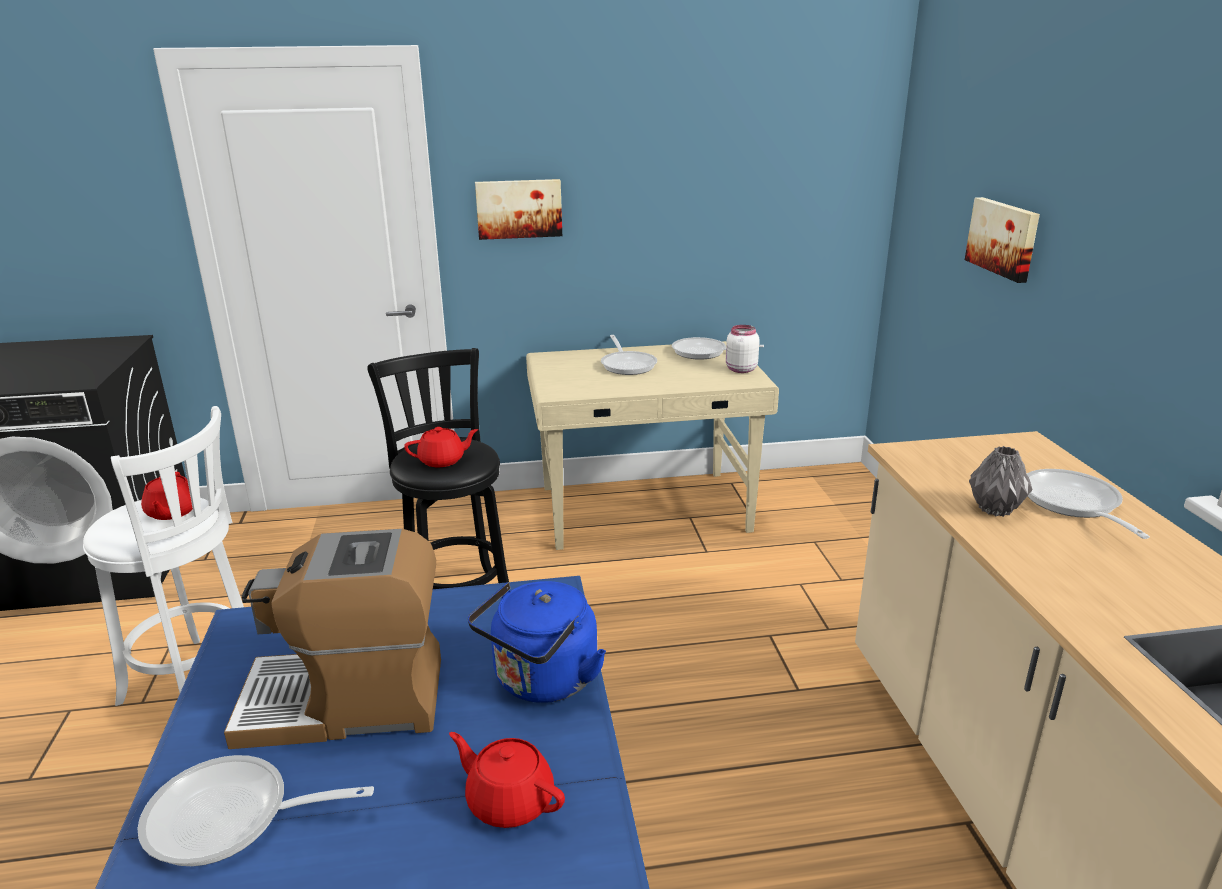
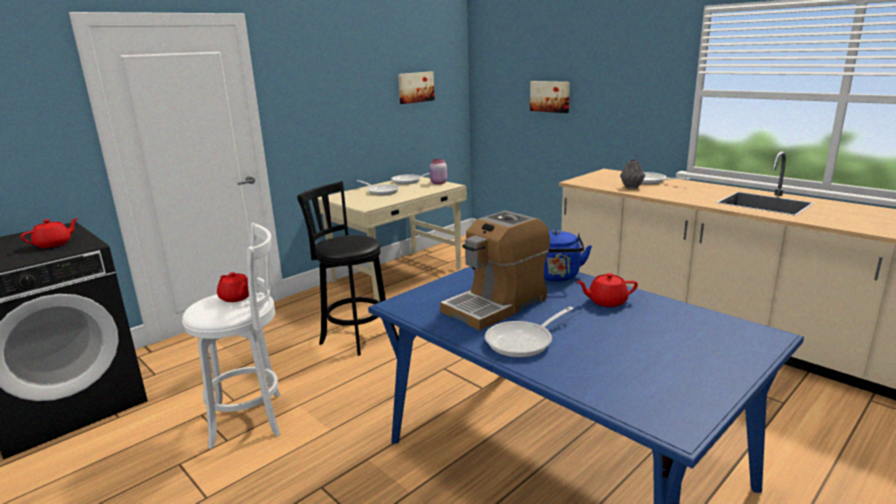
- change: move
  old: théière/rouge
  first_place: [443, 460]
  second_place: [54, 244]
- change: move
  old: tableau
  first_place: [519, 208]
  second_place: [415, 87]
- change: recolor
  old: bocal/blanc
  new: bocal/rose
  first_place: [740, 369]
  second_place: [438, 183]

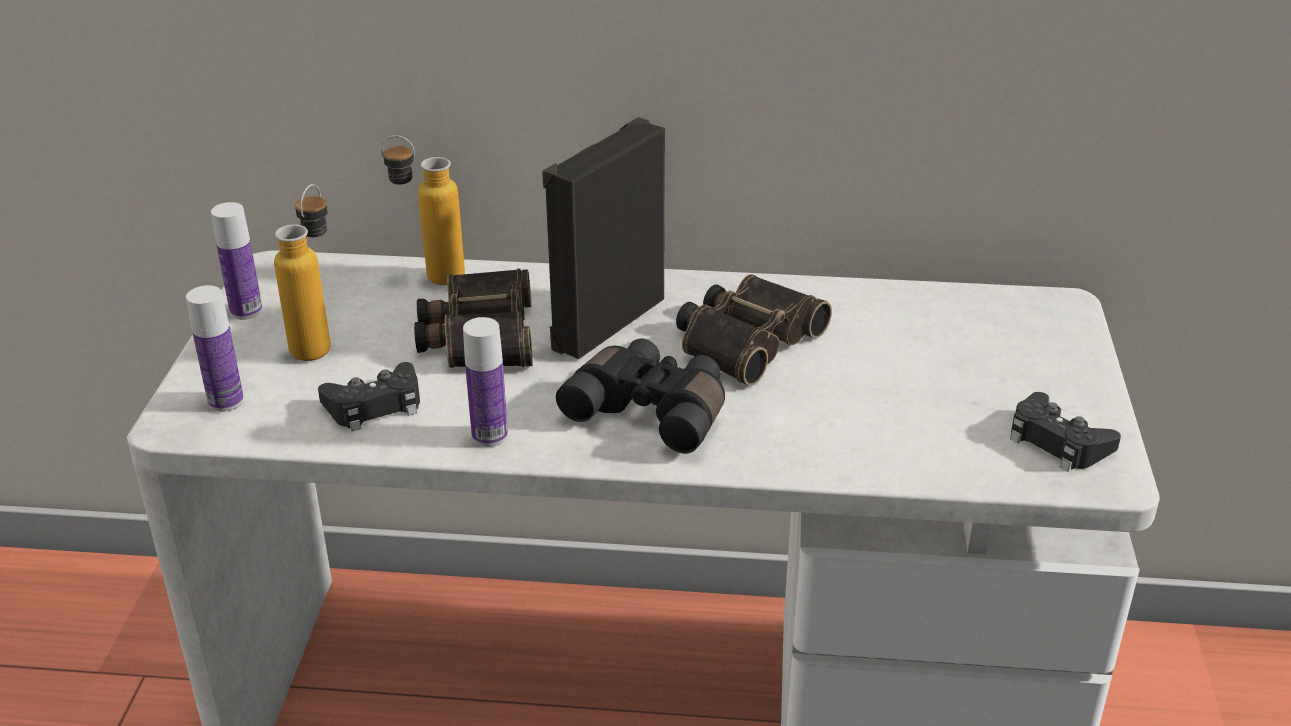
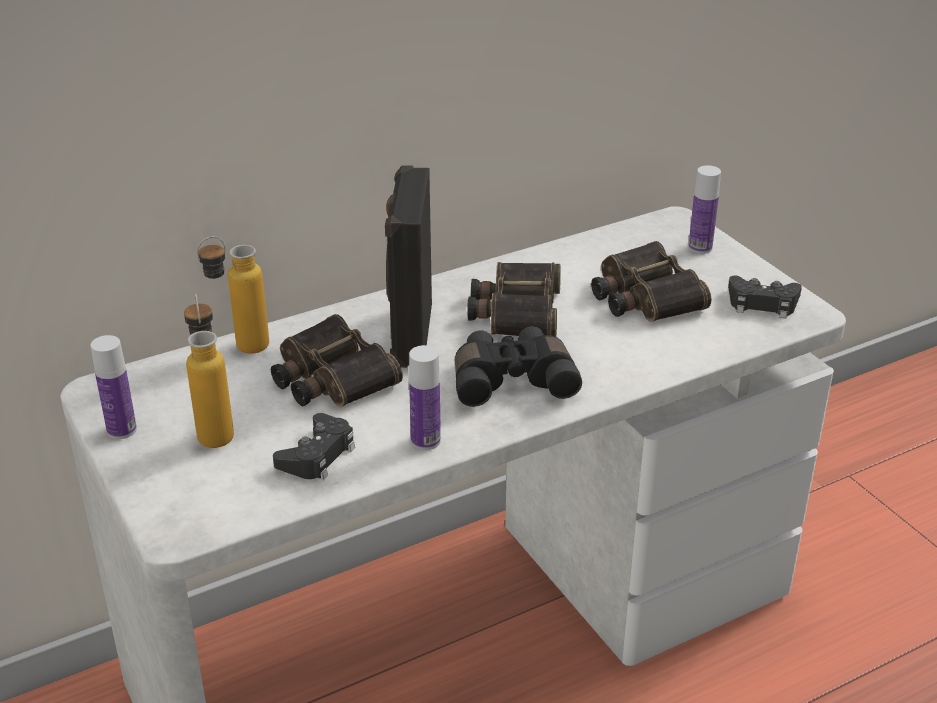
- change: insert
  new: jumelles
  second_place: [643, 296]
- change: move
  old: bouteille
  first_place: [226, 401]
  second_place: [700, 247]

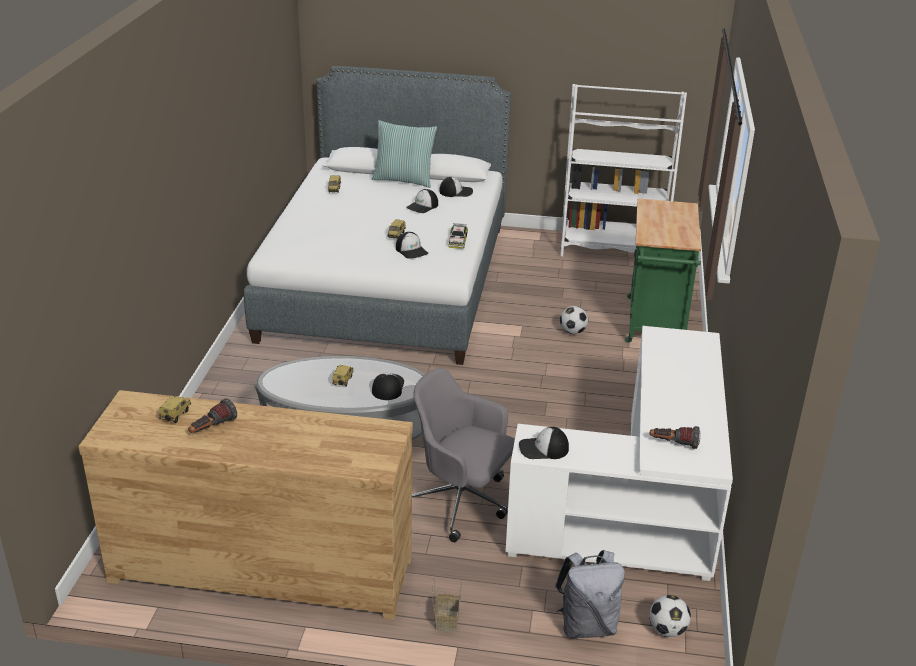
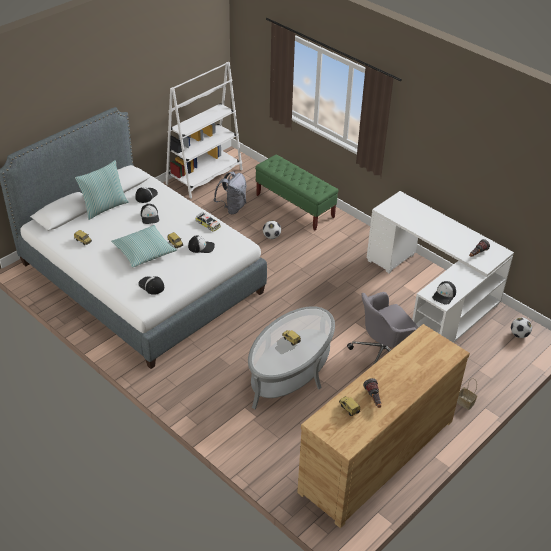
- change: insert
  new: coussin
  second_place: [144, 251]
- change: move
  old: casquette
  first_place: [387, 387]
  second_place: [151, 286]
- change: move
  old: sac à dos/gris
  first_place: [587, 625]
  second_place: [232, 208]
- change: replace
  old: chariot/vert
  new: banc/vert
  first_place: [655, 326]
  second_place: [295, 206]

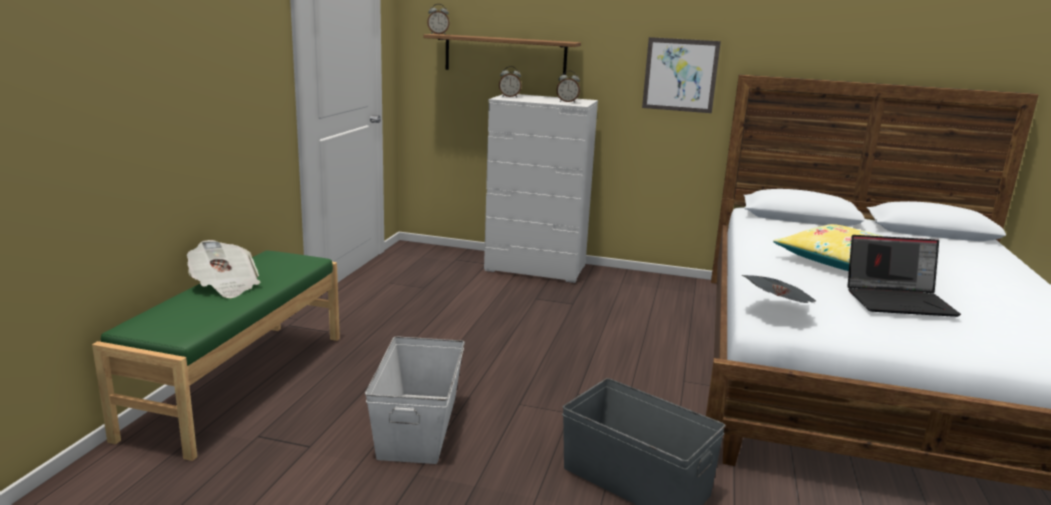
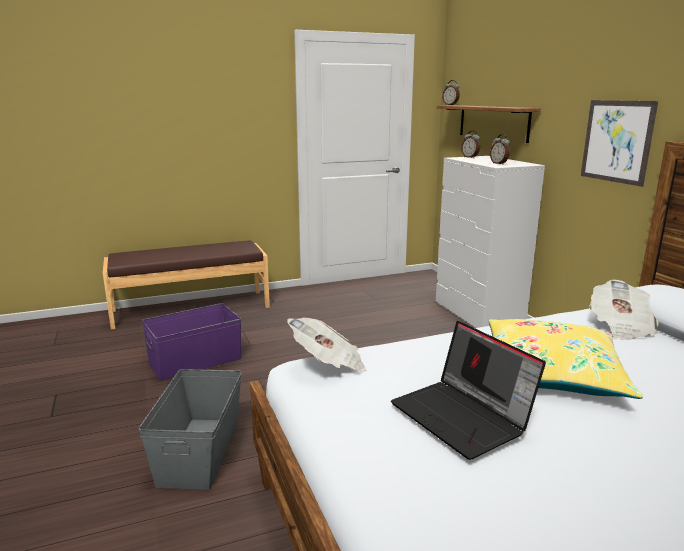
- change: recolor
  old: banc/vert
  new: banc/marron
  first_place: [239, 383]
  second_place: [191, 308]
- change: recolor
  old: boîte de rangement/blanc
  new: boîte de rangement/violet
  first_place: [419, 426]
  second_place: [196, 361]
- change: move
  old: journal
  first_place: [225, 286]
  second_place: [621, 327]

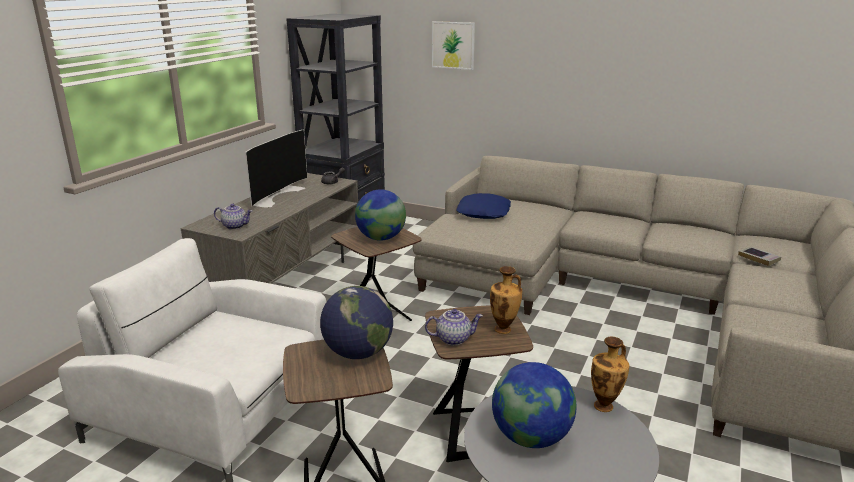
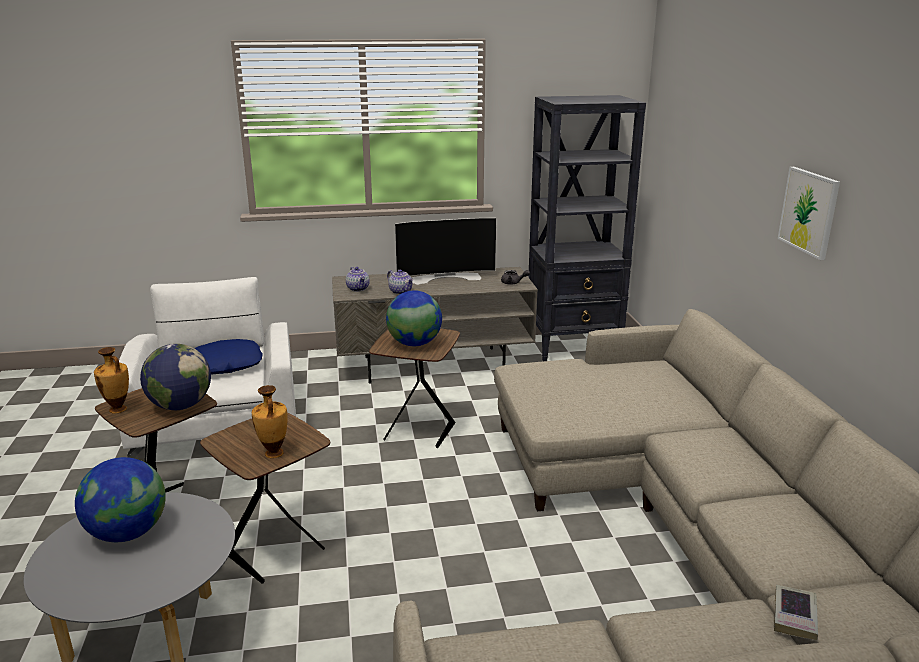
- change: move
  old: vase
  first_place: [605, 406]
  second_place: [118, 410]
- change: move
  old: coussin/bleu
  first_place: [484, 212]
  second_place: [226, 365]
- change: move
  old: théière
  first_place: [453, 339]
  second_place: [401, 292]
- change: move
  old: tableau
  first_place: [453, 45]
  second_place: [809, 212]

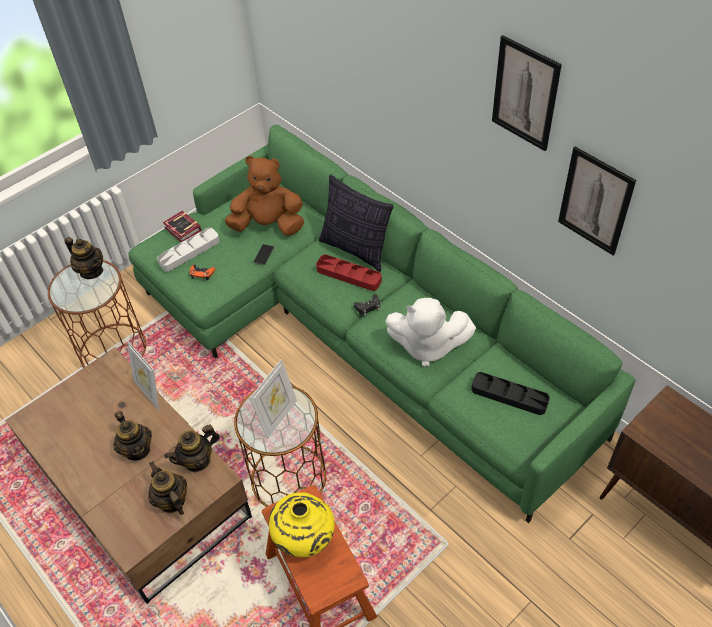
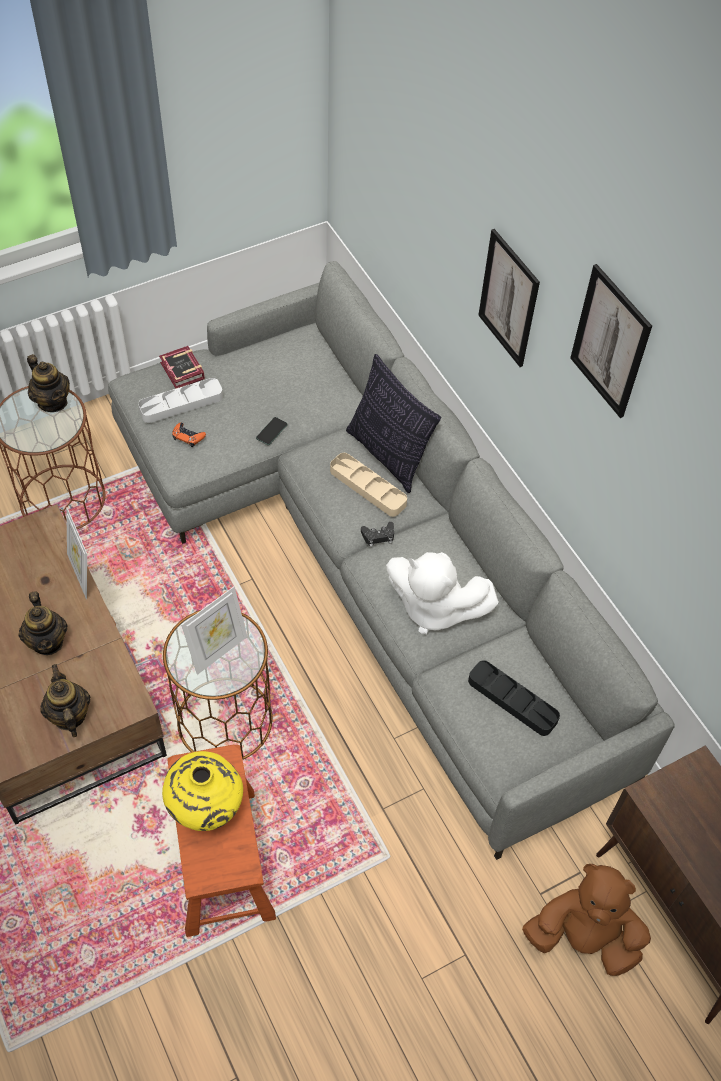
- change: recolor
  old: canapé/vert
  new: canapé/gris
  first_place: [359, 333]
  second_place: [370, 558]
- change: recolor
  old: plateau/rouge
  new: plateau/beige
  first_place: [349, 275]
  second_place: [368, 487]
- change: move
  old: tableau
  first_place: [595, 201]
  second_place: [508, 299]
- change: move
  old: peluche/marron
  first_place: [269, 225]
  second_place: [583, 937]
- change: delete
  old: théière
  first_place: [197, 460]

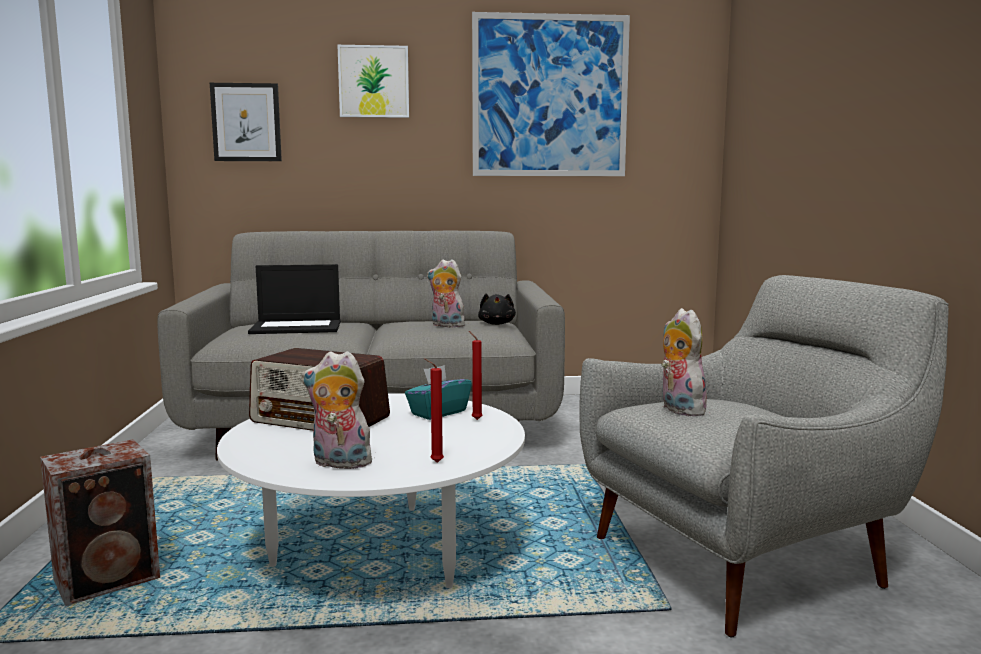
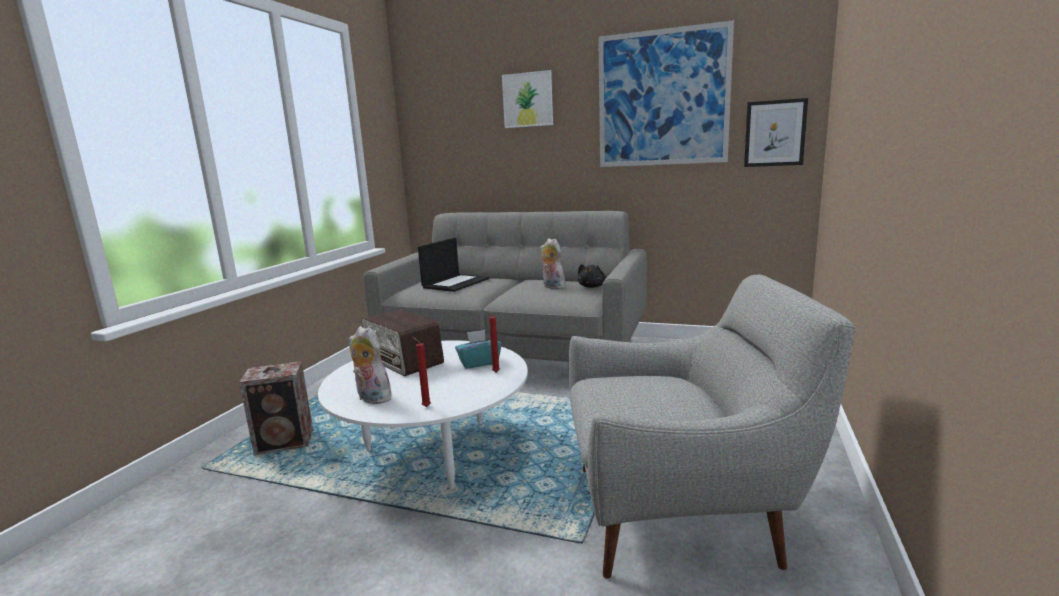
- change: rotate
  old: ordinateur portable
  first_place: [297, 327]
  second_place: [456, 283]
  degrees: -75
- change: move
  old: tableau
  first_place: [246, 122]
  second_place: [774, 133]
- change: delete
  old: peluche
  first_place: [678, 409]

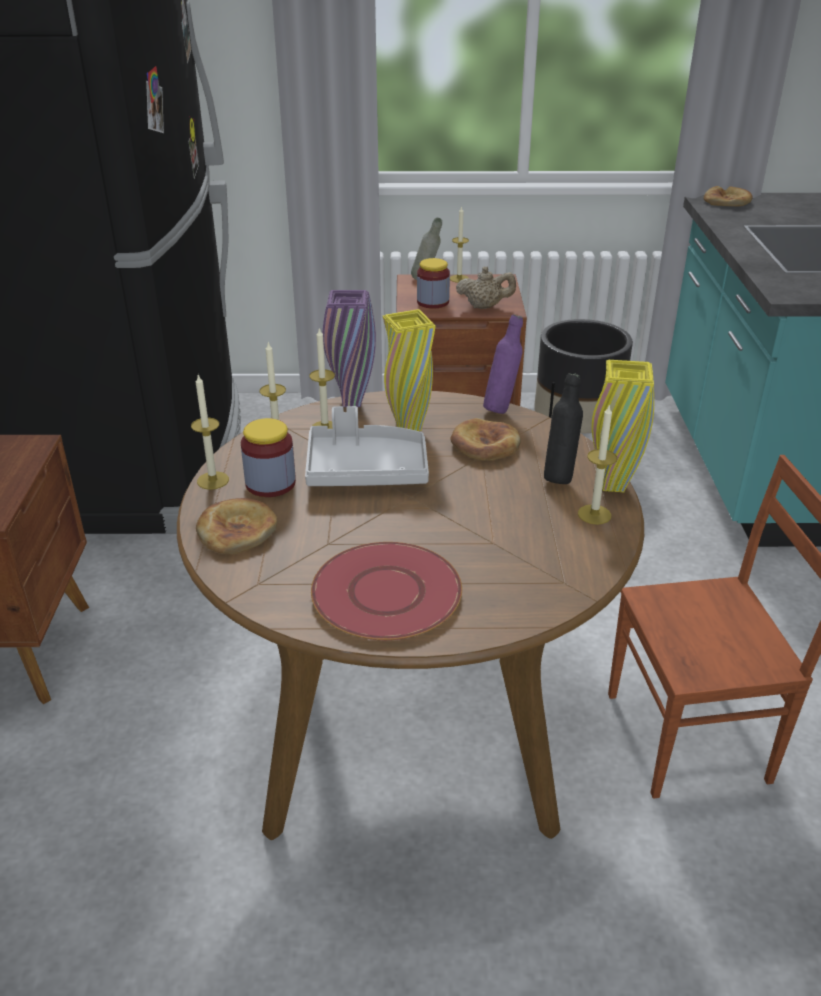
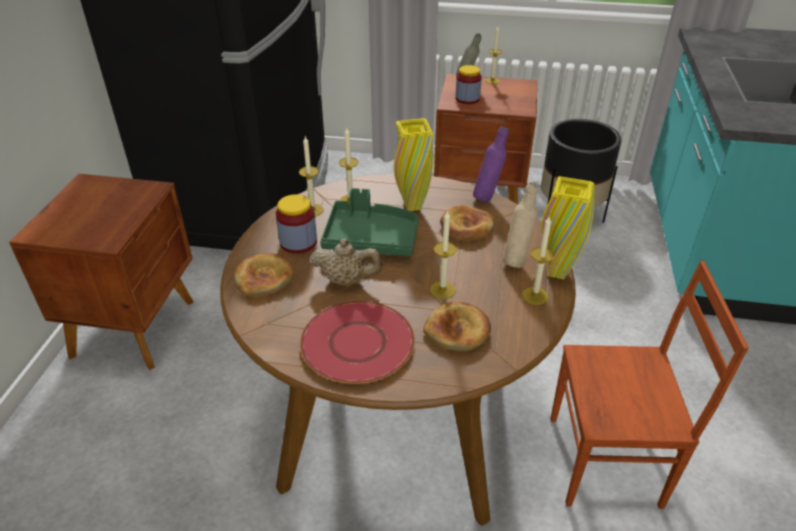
- change: move
  old: théière/beige
  first_place: [485, 307]
  second_place: [347, 280]
- change: recolor
  old: plateau/gris
  new: plateau/vert
  first_place: [366, 470]
  second_place: [371, 239]
- change: move
  old: pain
  first_place: [727, 201]
  second_place: [457, 330]
- change: move
  old: bougie
  first_place: [213, 480]
  second_place: [442, 290]
- change: recolor
  old: bouteille/noir
  new: bouteille/beige
  first_place: [559, 477]
  second_place: [516, 260]
- change: delete
  old: vase/violet
  first_place: [351, 402]

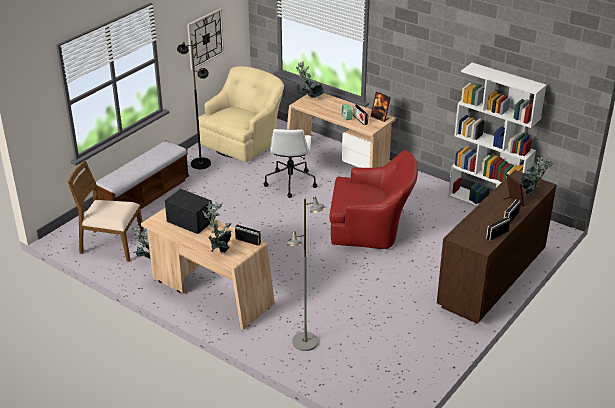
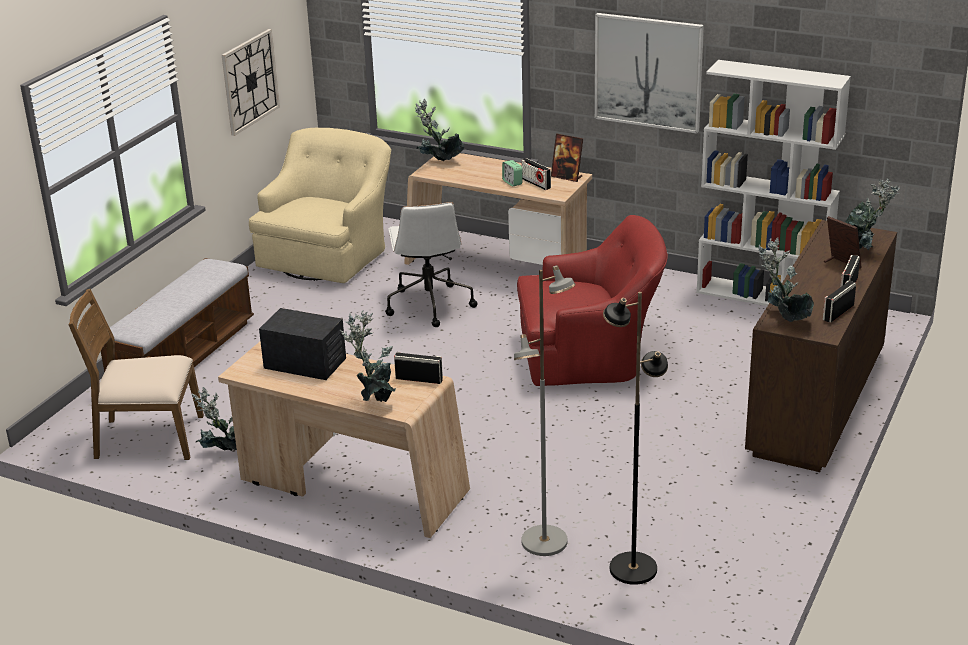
- change: insert
  new: tableau
  second_place: [648, 72]
- change: move
  old: lampadaire/noir
  first_place: [200, 163]
  second_place: [632, 568]
- change: insert
  new: plante en pot
  second_place: [783, 321]

